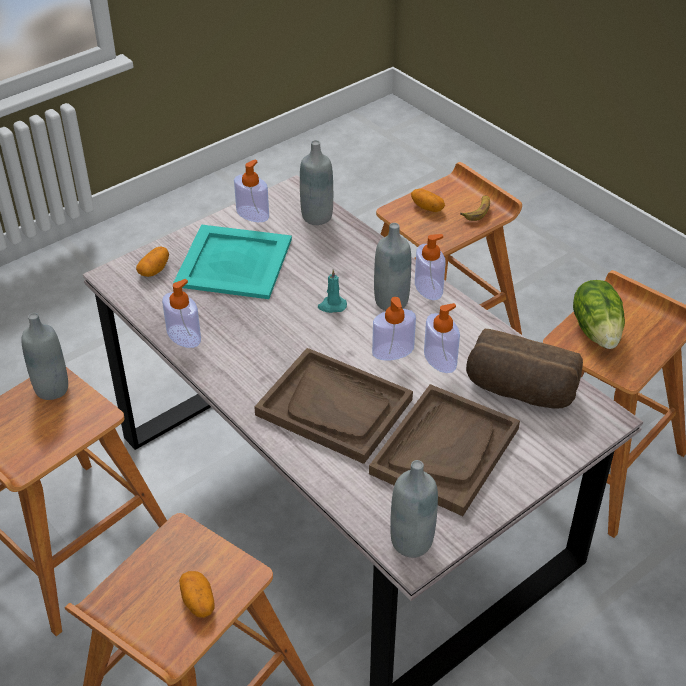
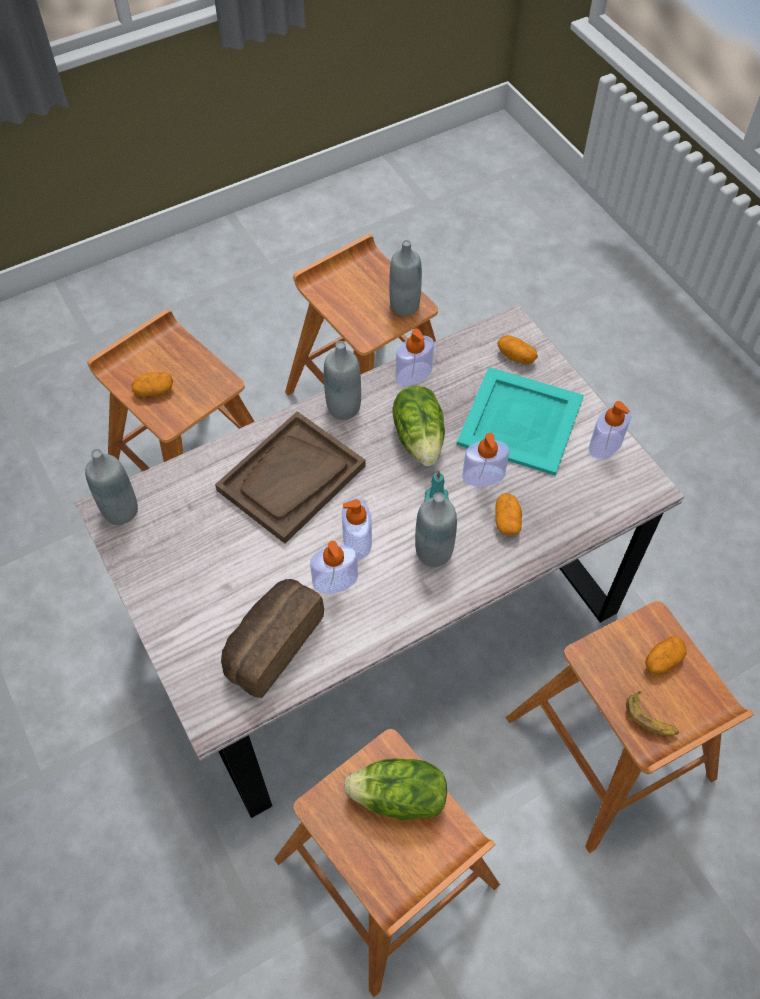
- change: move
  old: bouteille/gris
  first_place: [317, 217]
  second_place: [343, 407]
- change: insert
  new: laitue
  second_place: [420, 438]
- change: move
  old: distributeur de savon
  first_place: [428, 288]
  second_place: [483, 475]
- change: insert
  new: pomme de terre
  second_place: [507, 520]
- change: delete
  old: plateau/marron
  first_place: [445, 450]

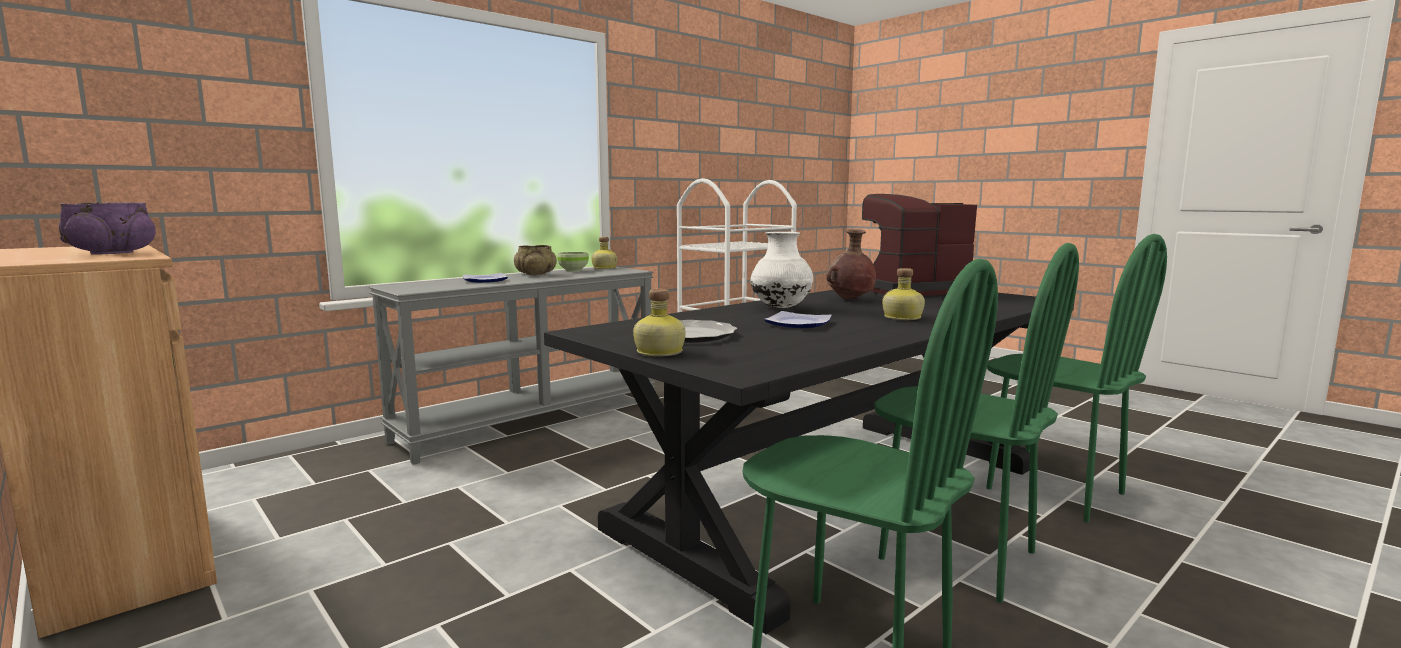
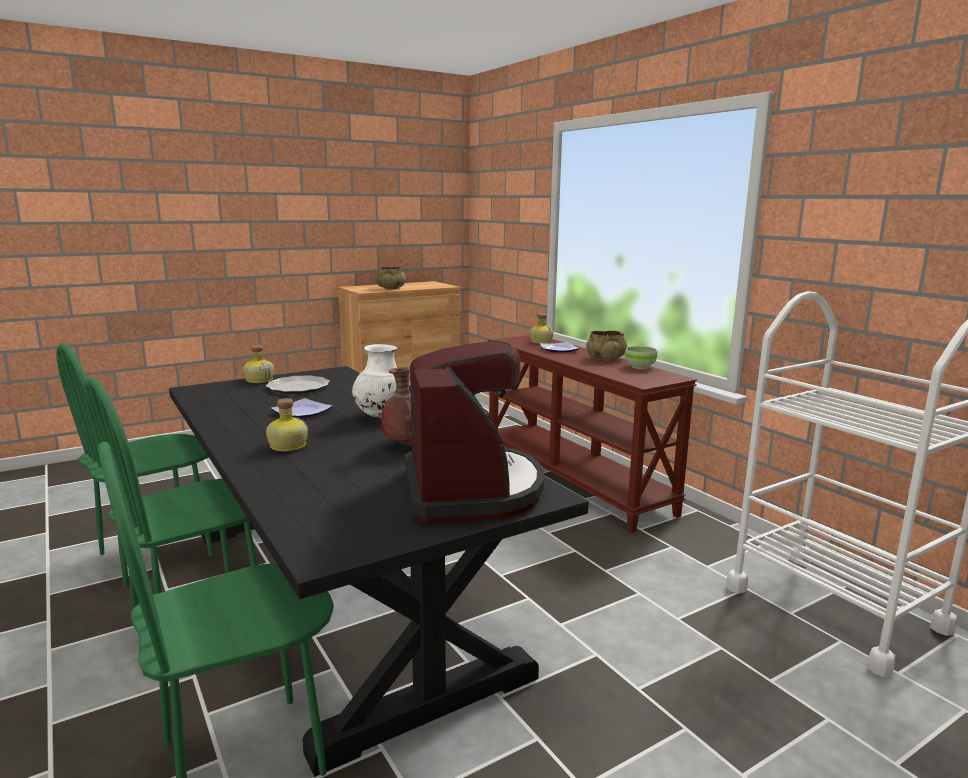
- change: recolor
  old: bol/violet
  new: bol/beige
  first_place: [112, 253]
  second_place: [390, 288]
- change: recolor
  old: table console/gris
  new: table console/marron
  first_place: [530, 421]
  second_place: [575, 480]
- change: move
  old: bouteille
  first_place: [603, 268]
  second_place: [540, 342]

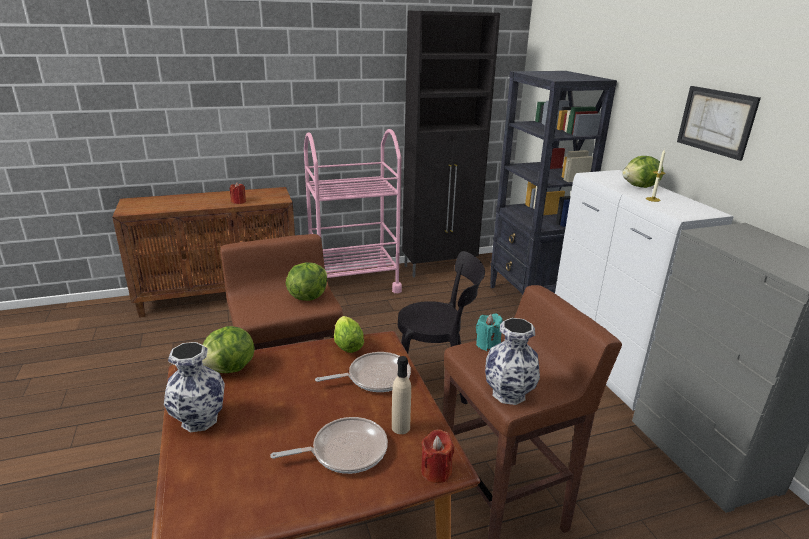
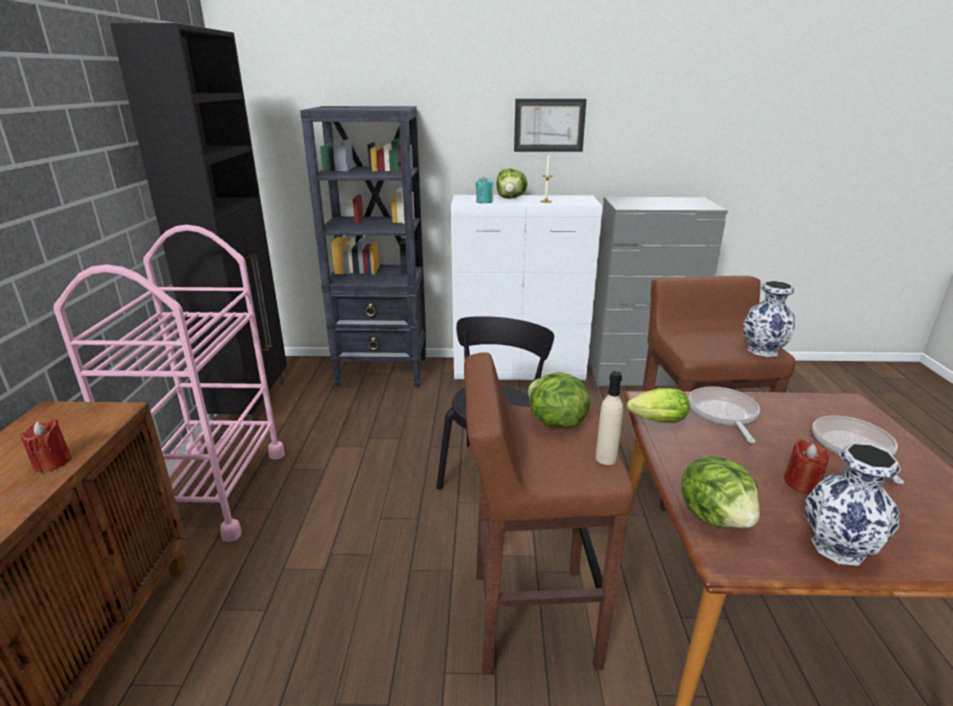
- change: move
  old: bougie/turquoise
  first_place: [487, 344]
  second_place: [484, 201]
- change: move
  old: bouteille/beige
  first_place: [400, 427]
  second_place: [606, 458]
- change: move
  old: bougie/rouge
  first_place: [436, 471]
  second_place: [801, 483]

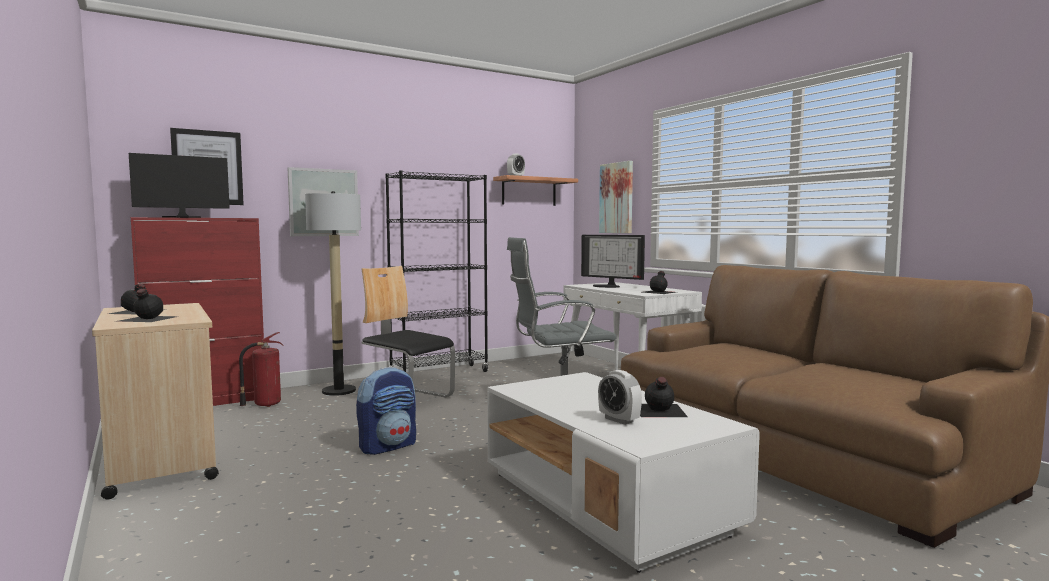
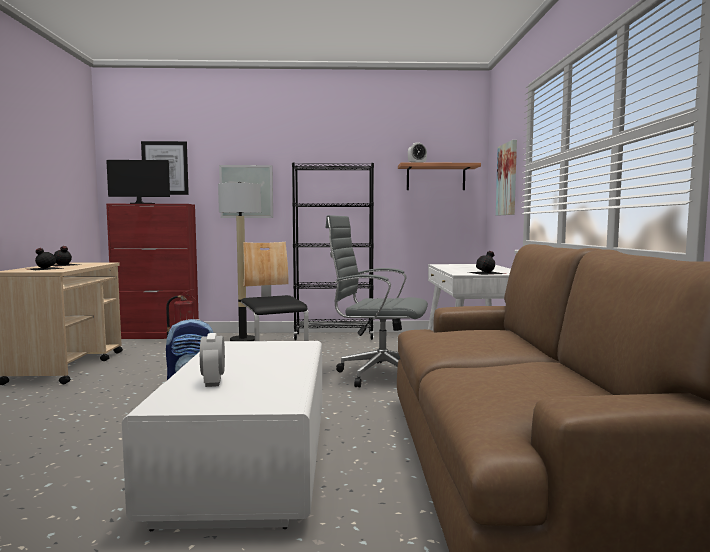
- change: delete
  old: écran d'ordinateur
  first_place: [608, 286]
- change: delete
  old: bouteille/noir
  first_place: [658, 410]

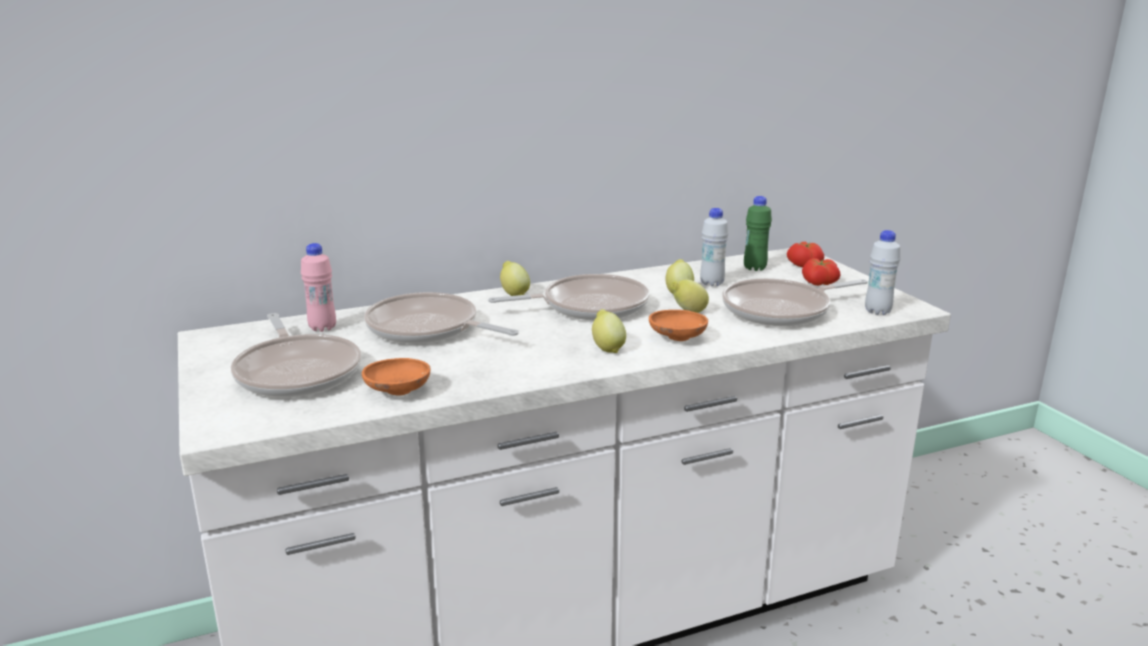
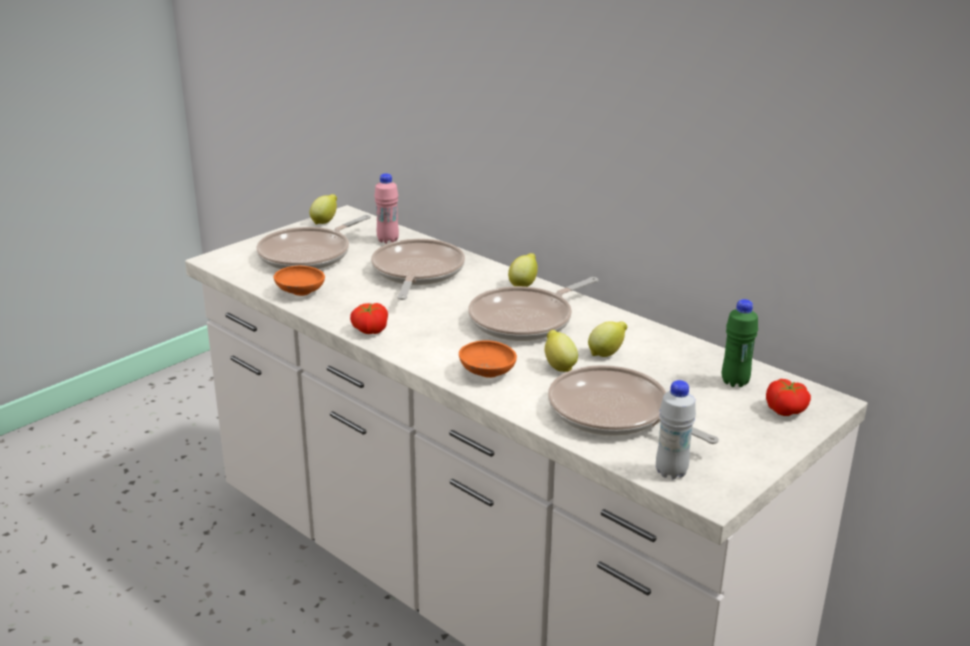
- change: move
  old: citron
  first_place: [607, 348]
  second_place: [325, 222]
- change: move
  old: tomate
  first_place: [818, 284]
  second_place: [369, 330]
- change: rotate
  old: poêle
  first_place: [588, 306]
  second_place: [526, 320]
  degrees: 90
- change: delete
  old: bouteille/blanc
  first_place: [712, 283]

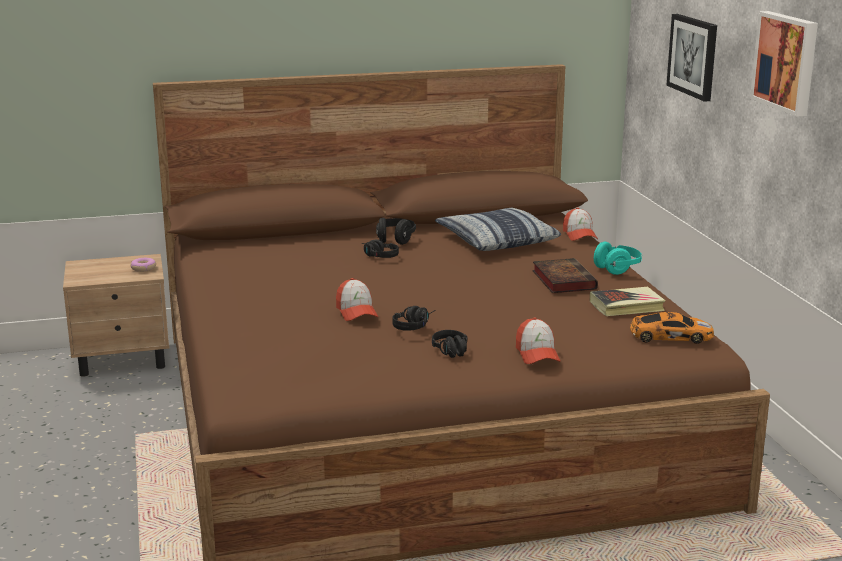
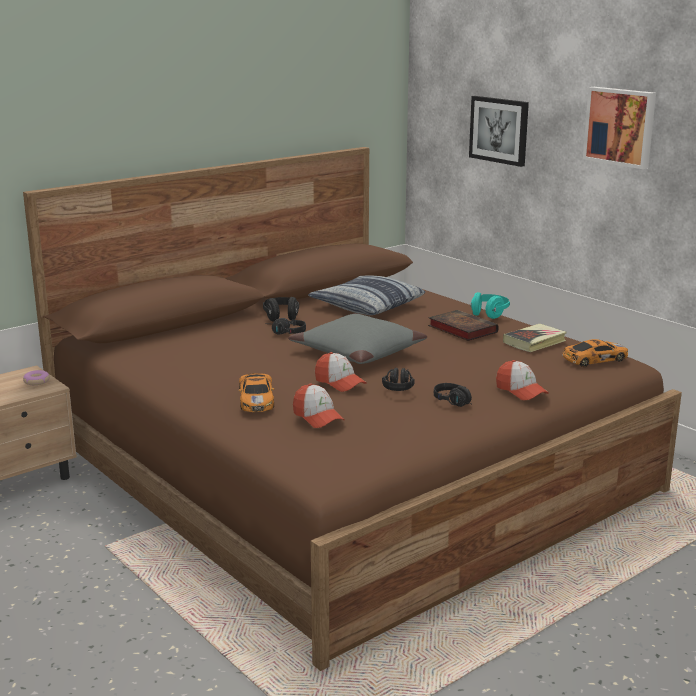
- change: insert
  new: petite voiture
  second_place: [256, 399]
- change: insert
  new: coussin/gris
  second_place: [357, 352]
- change: move
  old: casquette
  first_place: [579, 235]
  second_place: [318, 417]

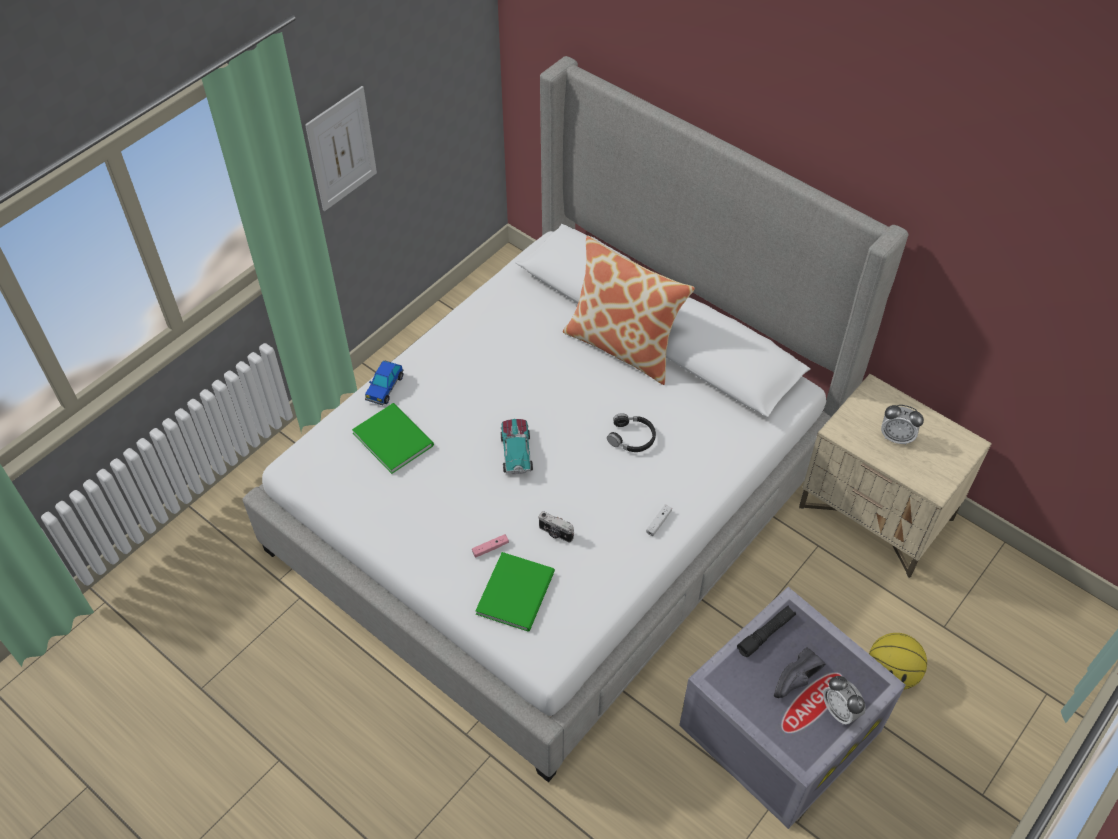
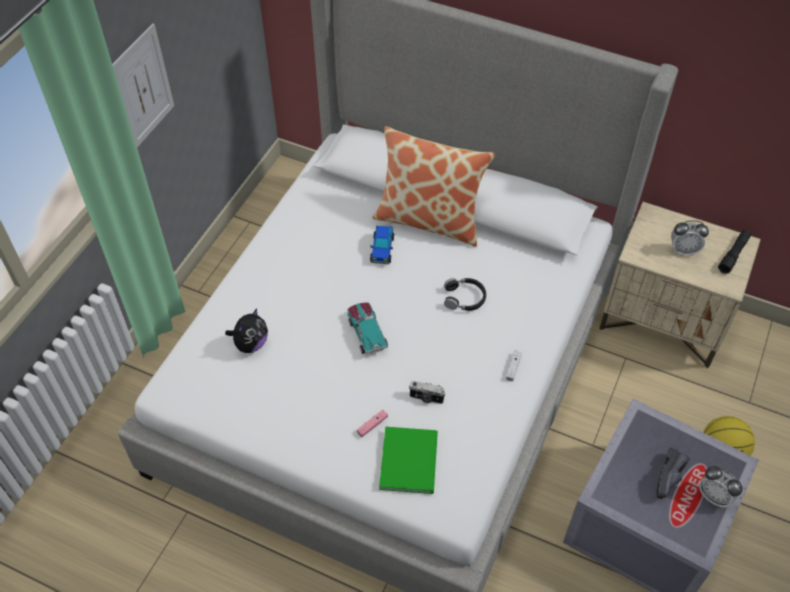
- change: replace
  old: livre/vert
  new: peluche
  first_place: [393, 437]
  second_place: [250, 344]
- change: move
  old: petite voiture
  first_place: [385, 387]
  second_place: [382, 249]
- change: move
  old: lampe de poche/noir
  first_place: [766, 634]
  second_place: [733, 254]

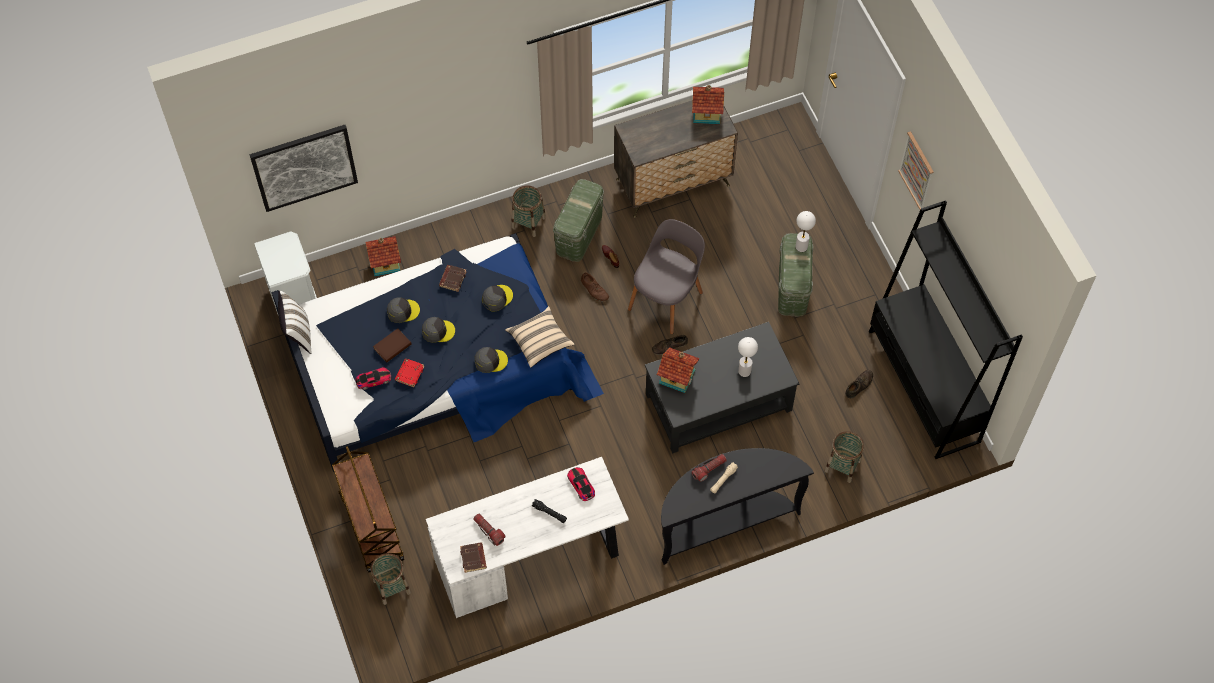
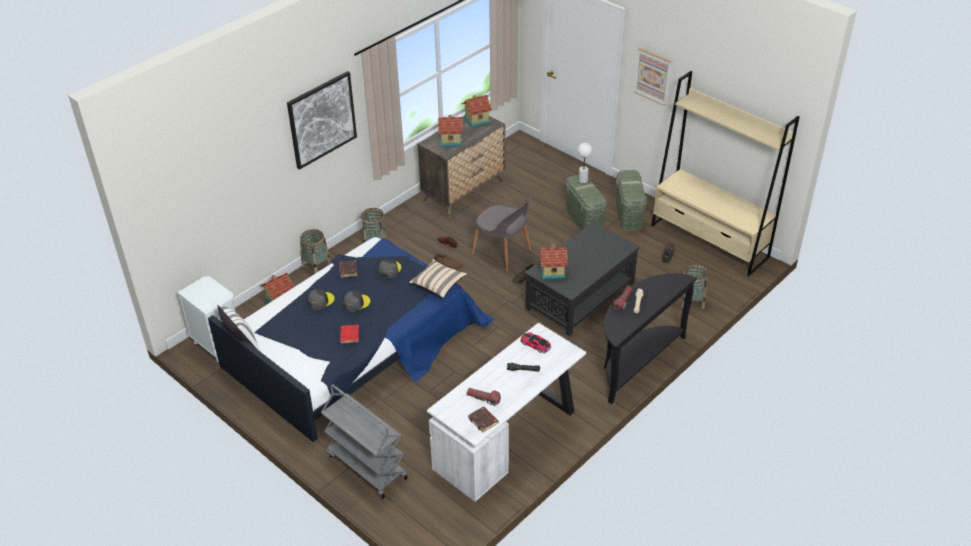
- change: move
  old: tableau
  first_place: [304, 167]
  second_place: [322, 119]
- change: move
  old: panier
  first_place: [392, 586]
  second_place: [316, 265]
- change: recolor
  old: chariot/marron
  new: chariot/gris
  first_place: [371, 526]
  second_place: [366, 466]
- change: insert
  new: maison miniature
  second_place: [450, 140]
- change: rotate
  old: chaise/gris
  first_place: [666, 299]
  second_place: [503, 253]
  degrees: 120
- change: move
  old: boîte de rangement/vert
  first_place: [579, 234]
  second_place: [628, 215]
- change: recolor
  old: bibliothèque/noir
  new: bibliothèque/beige
  first_place: [923, 386]
  second_place: [709, 241]
- change: delete
  old: petite voiture
  first_place: [373, 380]
- change: delete
  old: livre/marron
  first_place: [392, 346]
- change: delete
  old: casquette/gris
  first_place: [490, 361]
- change: delete
  old: lampe de table/blanc
  first_place: [744, 371]

